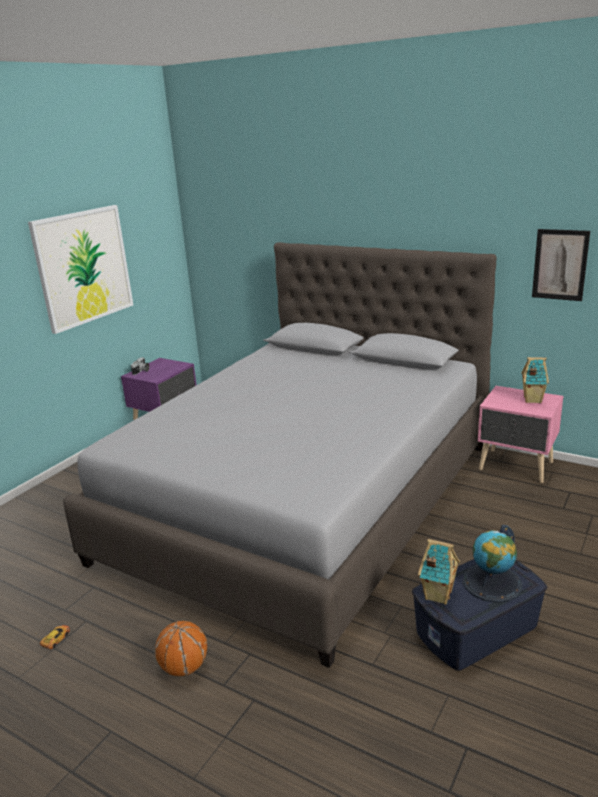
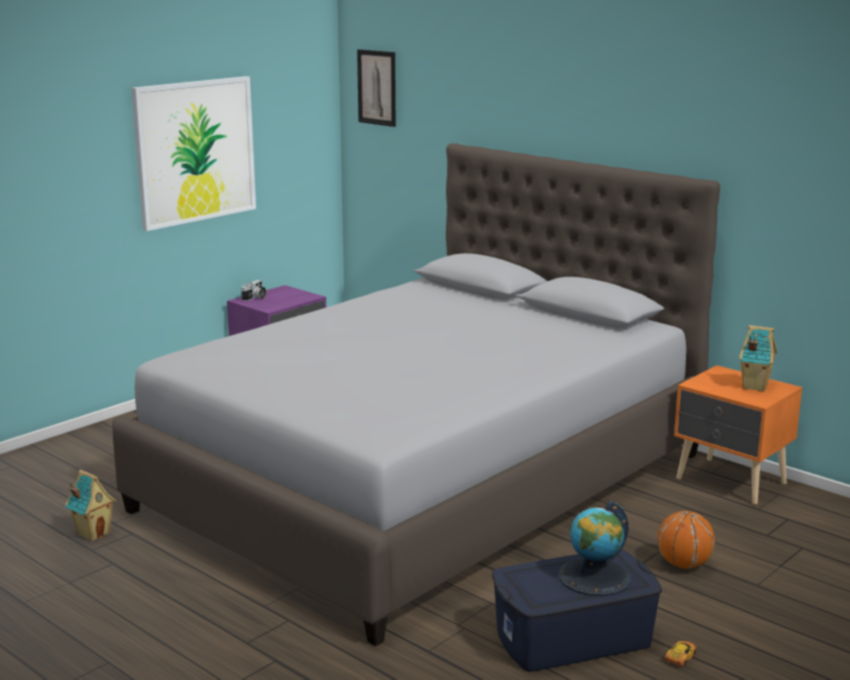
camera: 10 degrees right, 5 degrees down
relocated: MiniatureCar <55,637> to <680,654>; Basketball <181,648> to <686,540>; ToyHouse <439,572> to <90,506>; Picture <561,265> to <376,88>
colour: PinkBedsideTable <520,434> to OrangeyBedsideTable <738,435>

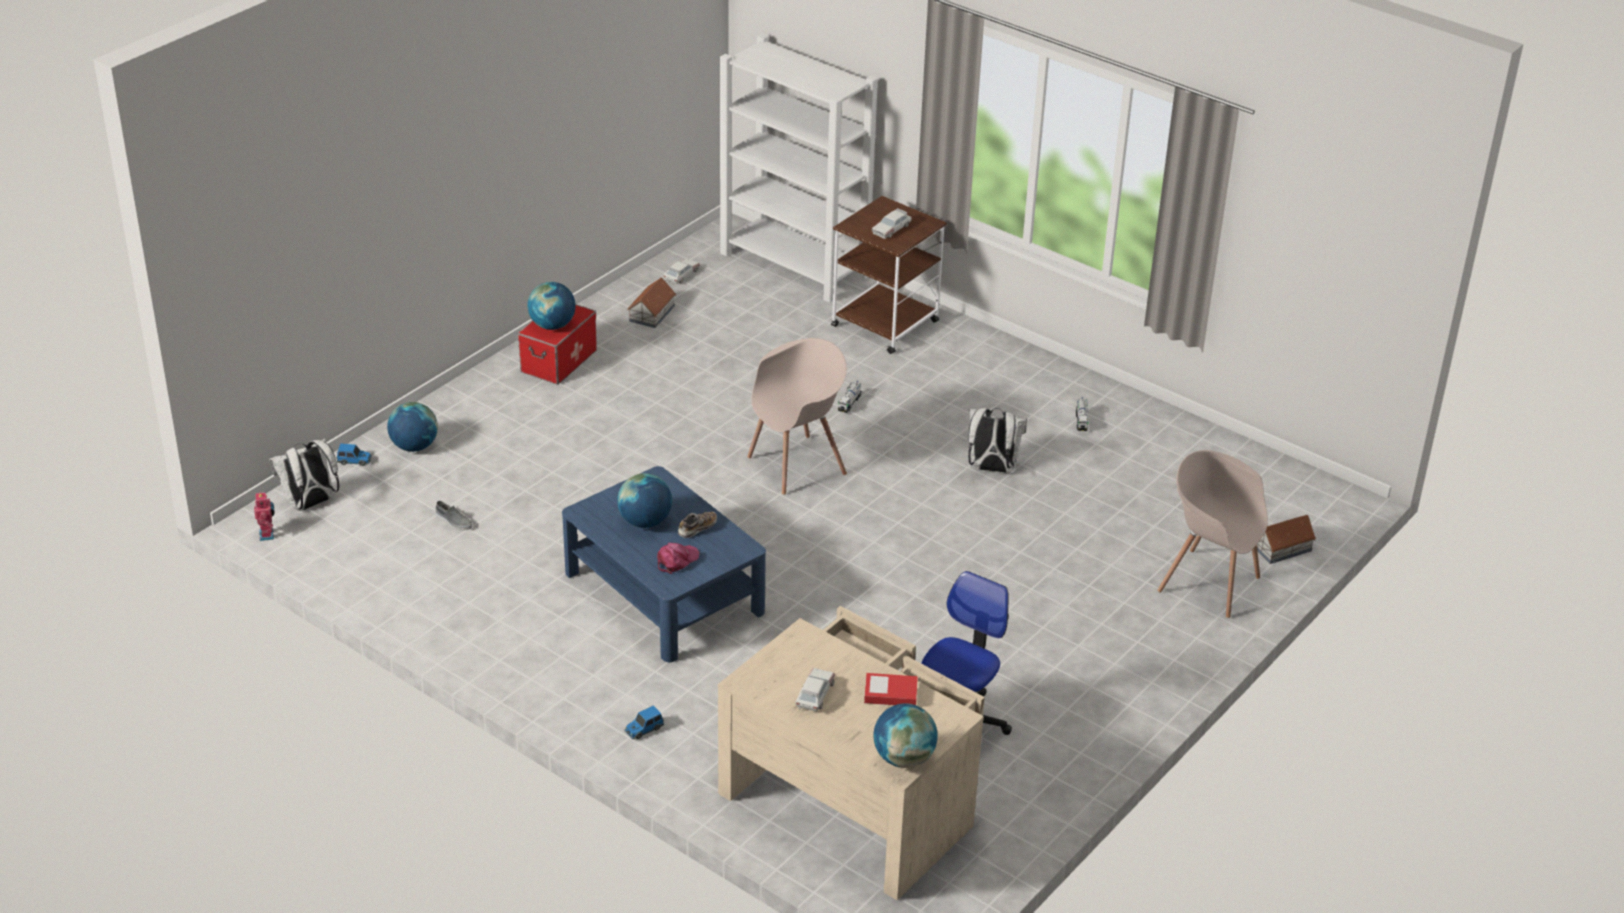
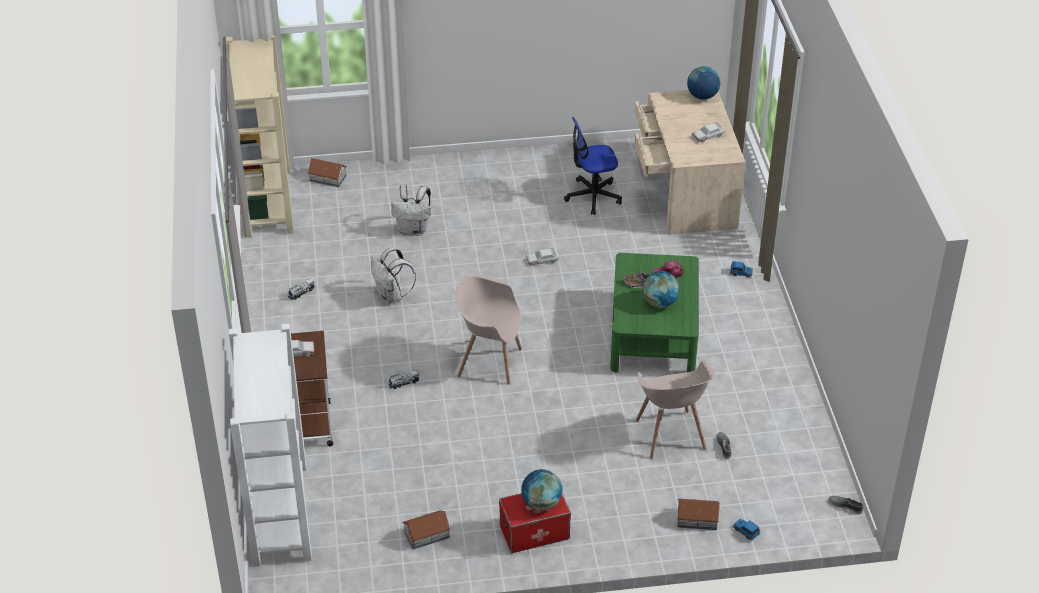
camera: 135 degrees left, 5 degrees up
missing: Volume <891,689>
appeared: BeigeColouredBookcase <260,136>
relocated: WhitishKnapsack <304,475> to <411,210>; MiniatureCar <681,271> to <542,257>; BeigeColouredPlainChair <1212,534> to <675,410>
exchanged: ModelRobot <264,516> to GreyishShoe <846,505>; WorldGlobe <412,427> to ToyHouse <699,514>
colour: BluishLoungeTable <664,564> to GreenishLoungeTable <654,313>

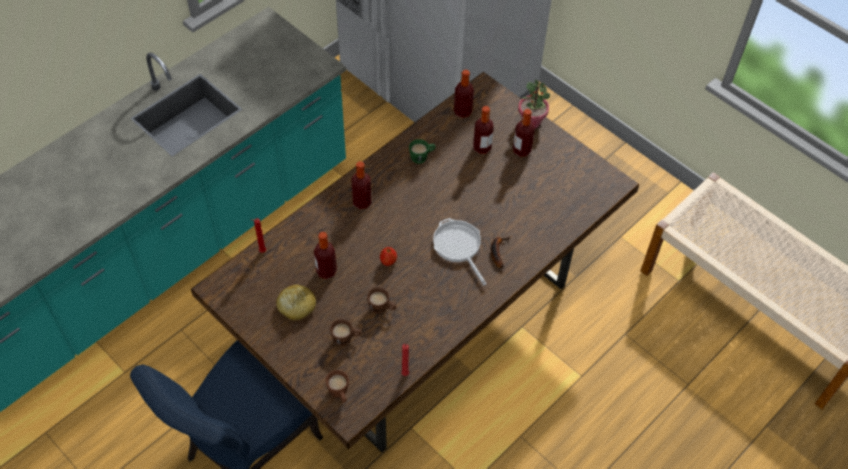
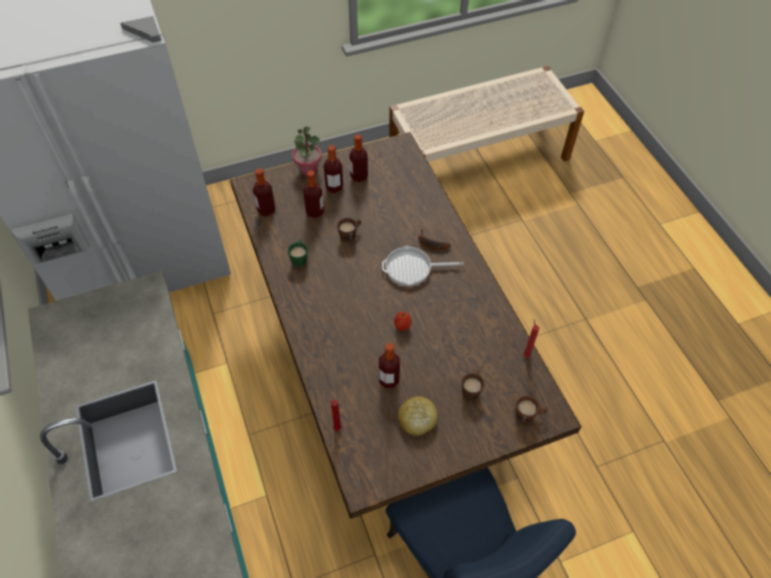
camera: 65 degrees left, 0 degrees up
relocated: DrinkBottle <361,185> to <358,158>; BrownishTeaMug <382,300> to <349,230>

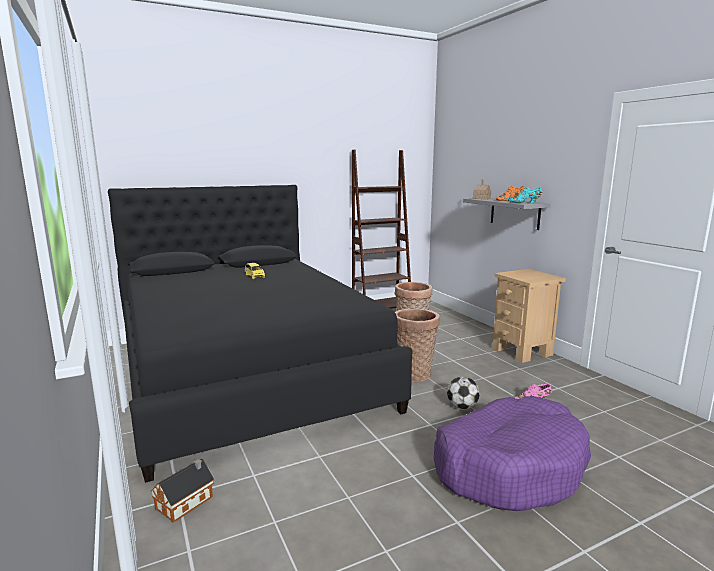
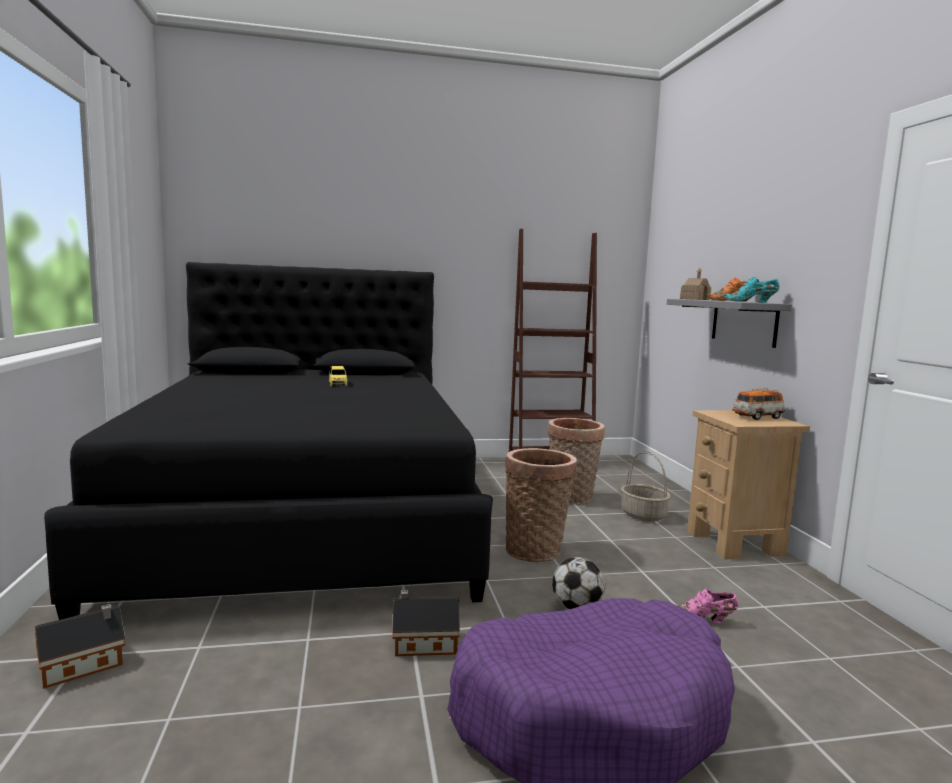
camera: 15 degrees right, 5 degrees down
appeared: ToyHouse <426,623>; Basket <646,486>; MiniatureCar <758,404>

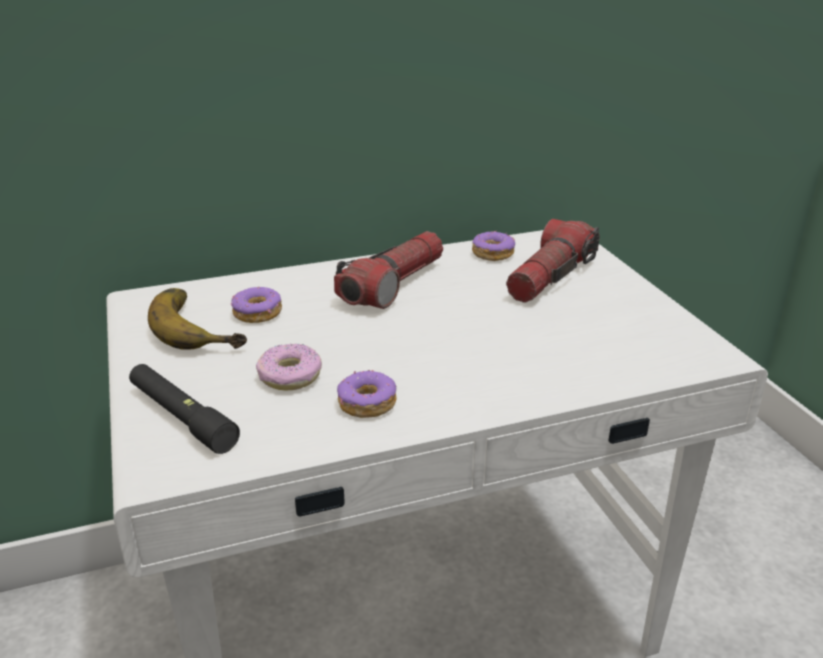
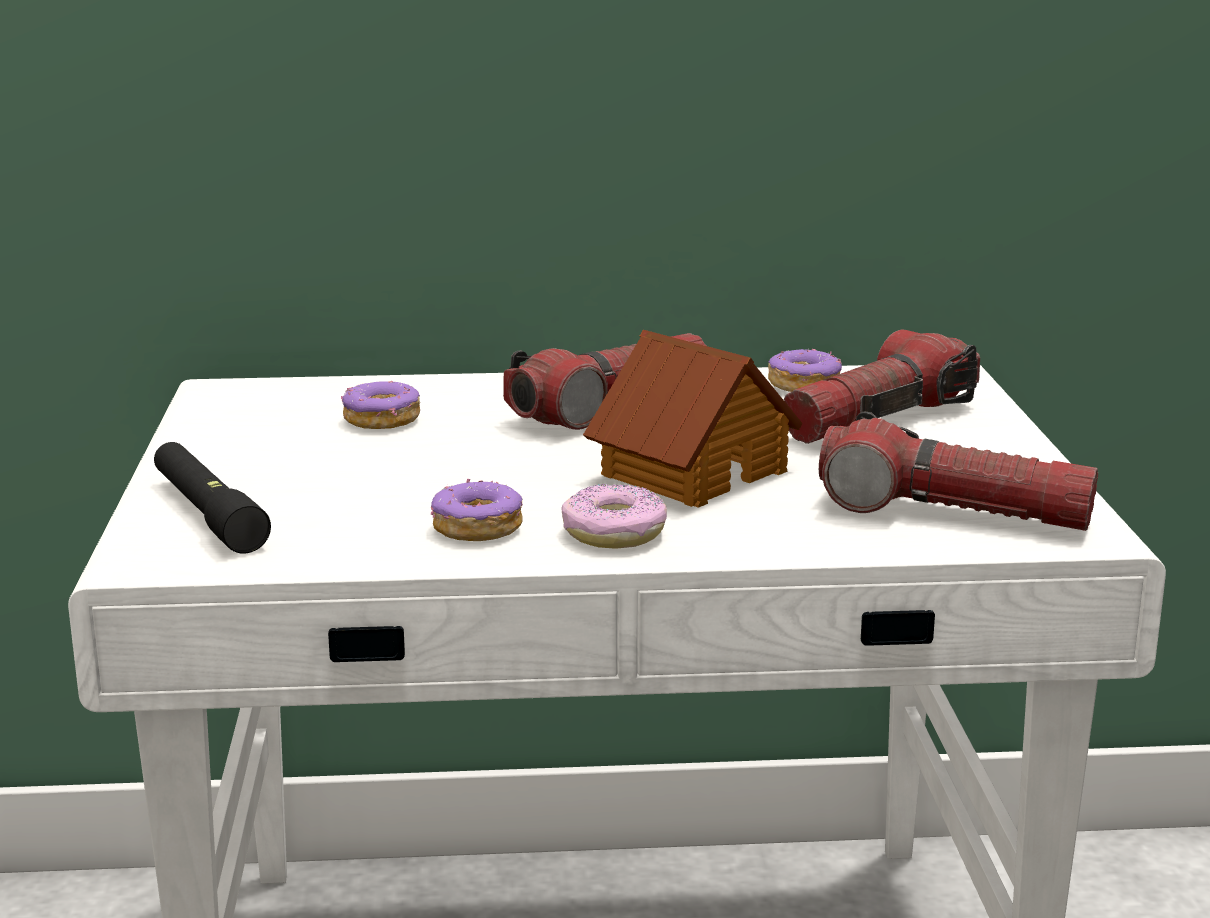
camera: 15 degrees right, 10 degrees down
missing: Banana <197,319>
appeared: ToyHouse <693,419>; HandTorch <958,471>
relocated: Donut <289,367> to <614,516>

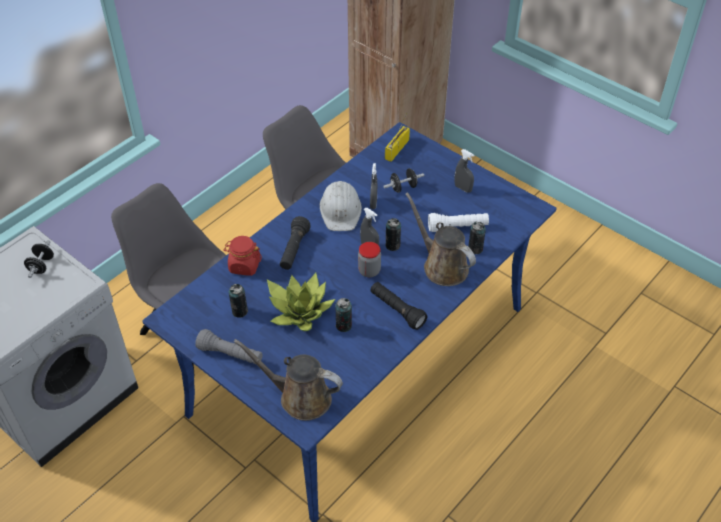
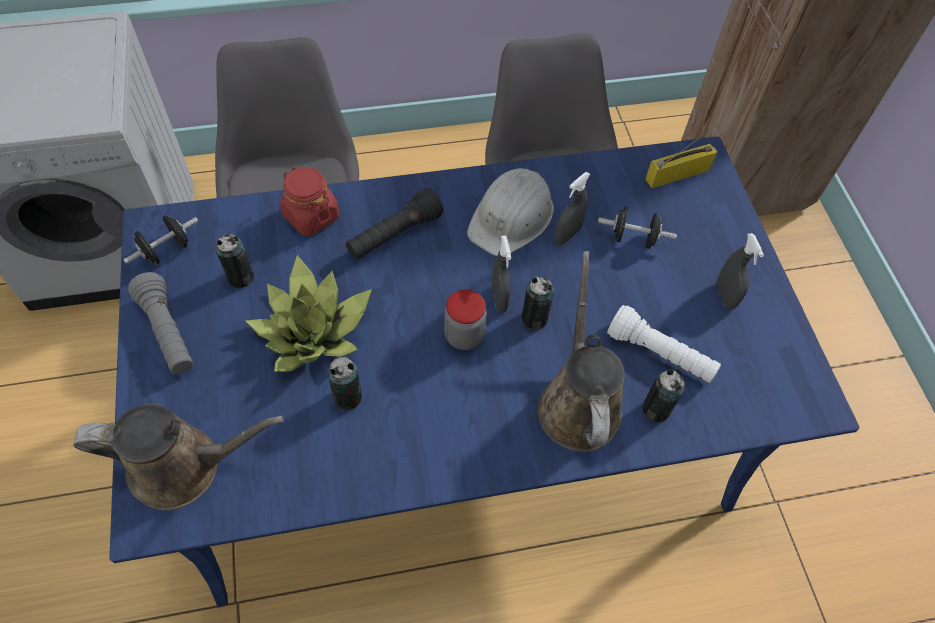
camera: 35 degrees right, 10 degrees up
missing: BlackColouredHandTorch <398,306>
relocated: BlackColouredDumbbell <39,259> to <161,240>
spun: BrownishWateringPot <288,380> = <178,457> 120 degrees clockwise

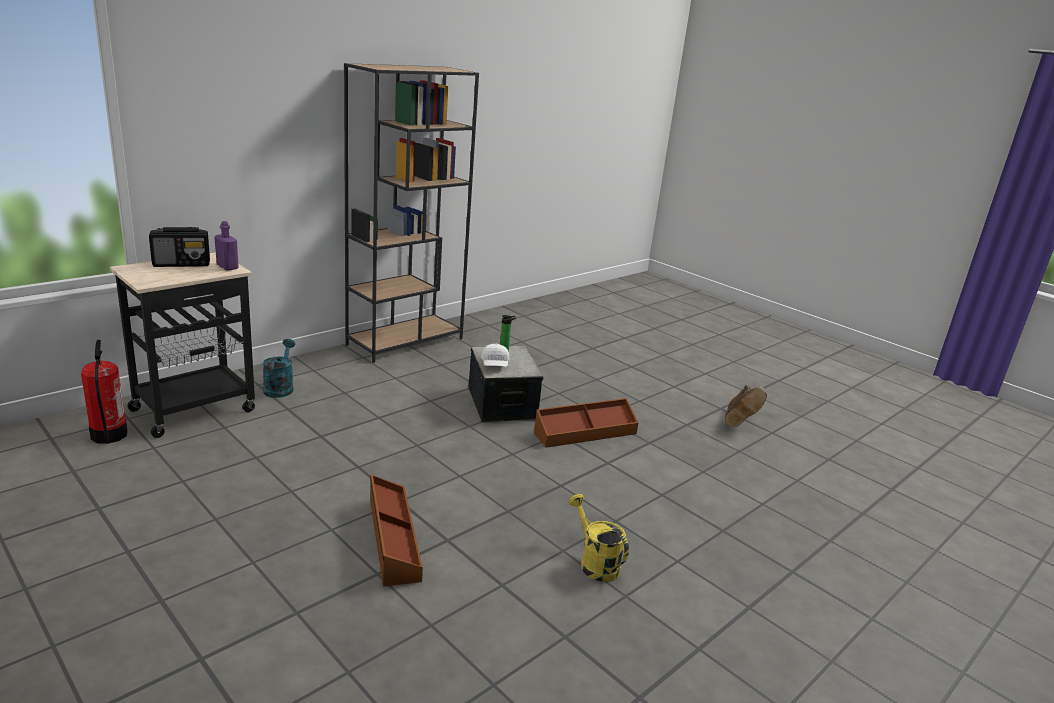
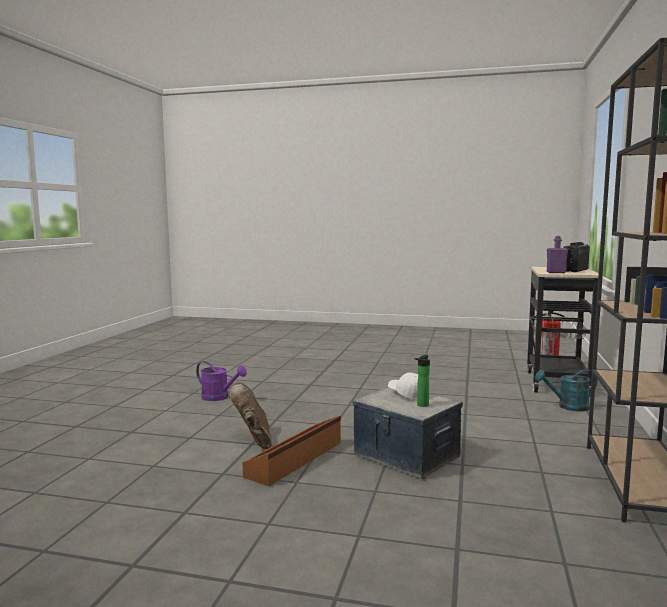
camera: 150 degrees right, 15 degrees down
missing: BrownishStorageBox <396,530>
relocated: BrownishBoot <746,406> to <250,415>
colour: YellowishWateringPot <599,538> to PurpleWateringPot <221,381>
spun: TurquoiseWateringPot <279,368> = <566,390> 120 degrees clockwise

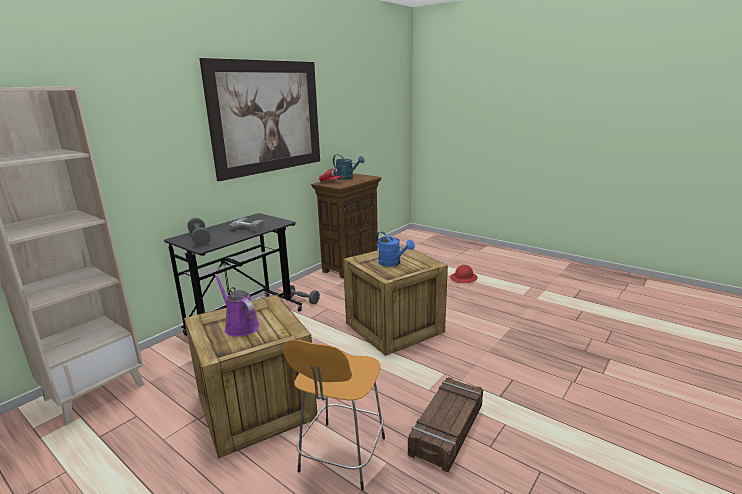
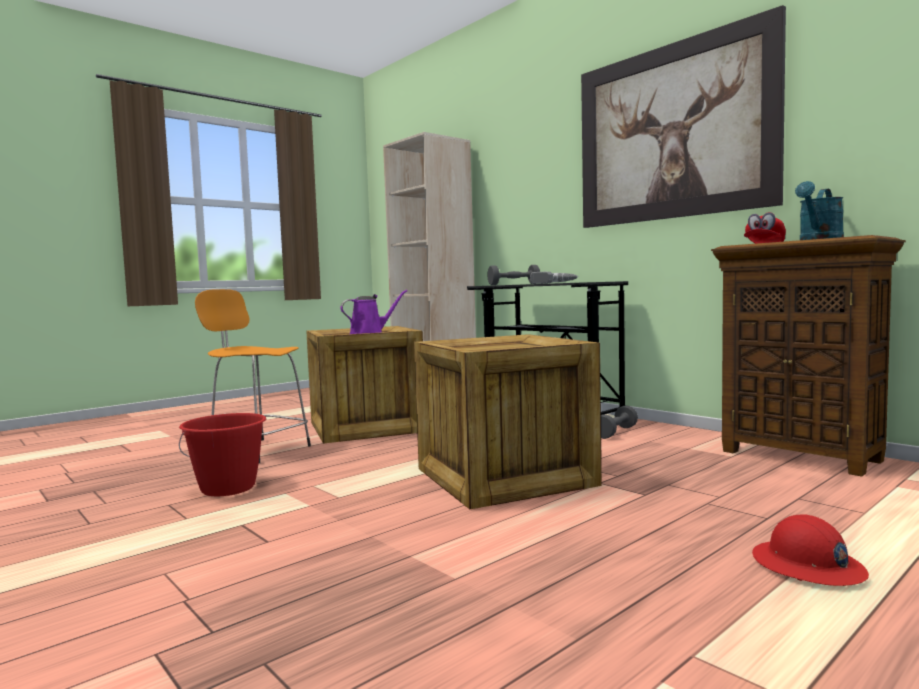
camera: 100 degrees right, 15 degrees down
missing: BluishWateringPot <395,249>
exchanged: Crate <445,424> to RedColouredBucket <222,454>

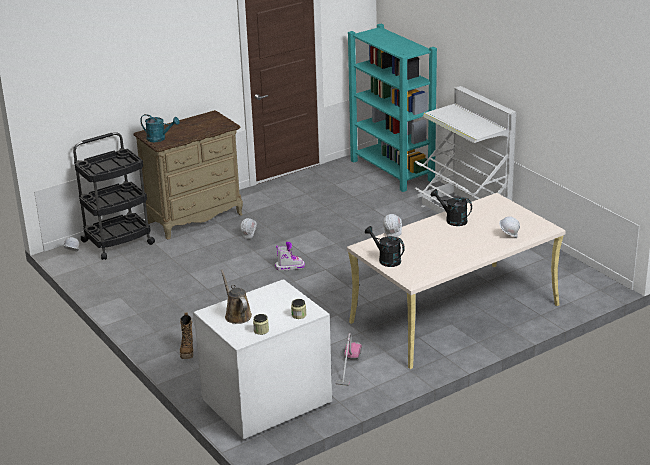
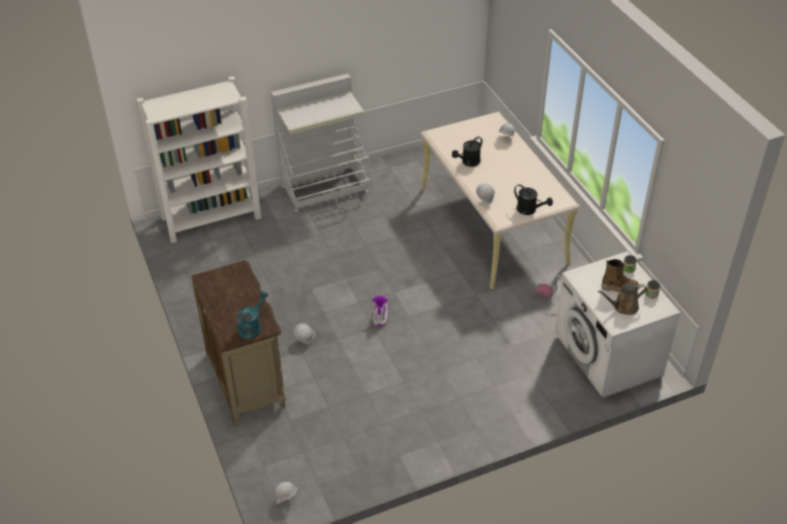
camera: 80 degrees left, 15 degrees up
missing: BlackColouredWheeledCart <114,196>
relocated: Boot <186,336> to <619,275>
colour: TurquoiseBookcase <392,108> to WhitishBookcase <198,159>
spun: BlackColouredWateringPot <385,246> = <533,199> 105 degrees counterclockwise

